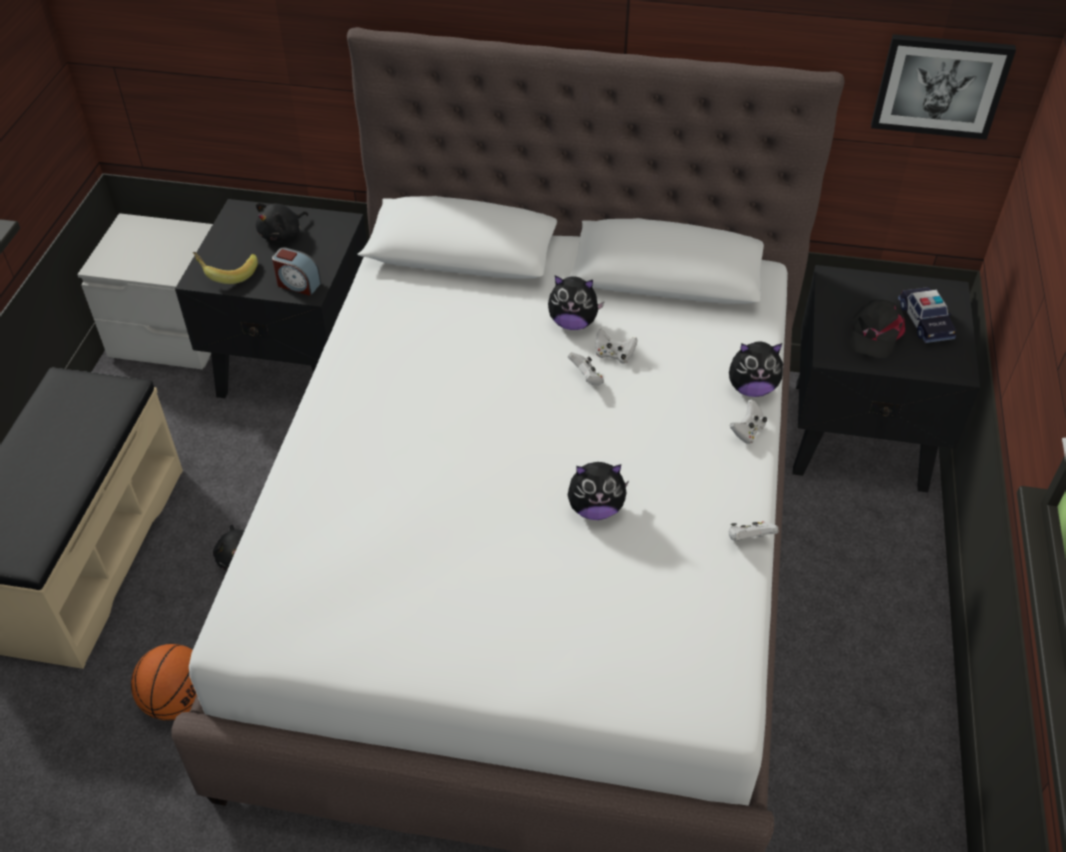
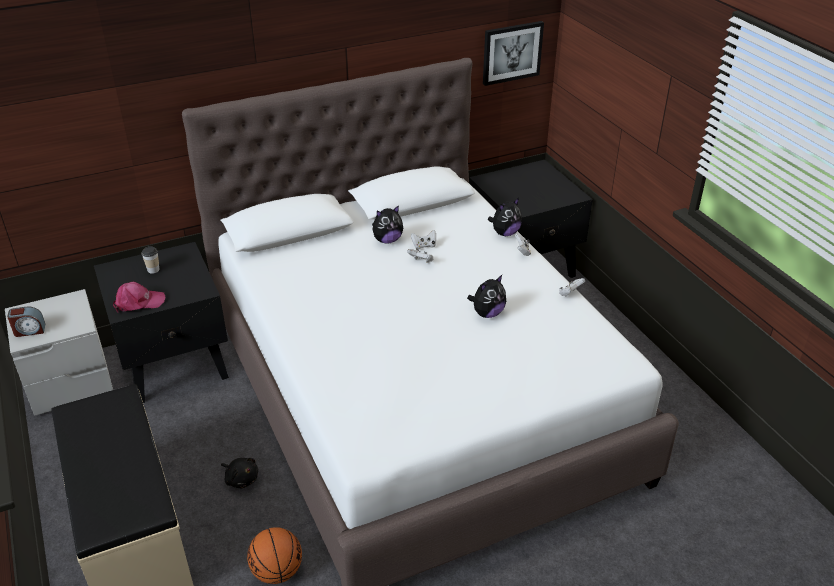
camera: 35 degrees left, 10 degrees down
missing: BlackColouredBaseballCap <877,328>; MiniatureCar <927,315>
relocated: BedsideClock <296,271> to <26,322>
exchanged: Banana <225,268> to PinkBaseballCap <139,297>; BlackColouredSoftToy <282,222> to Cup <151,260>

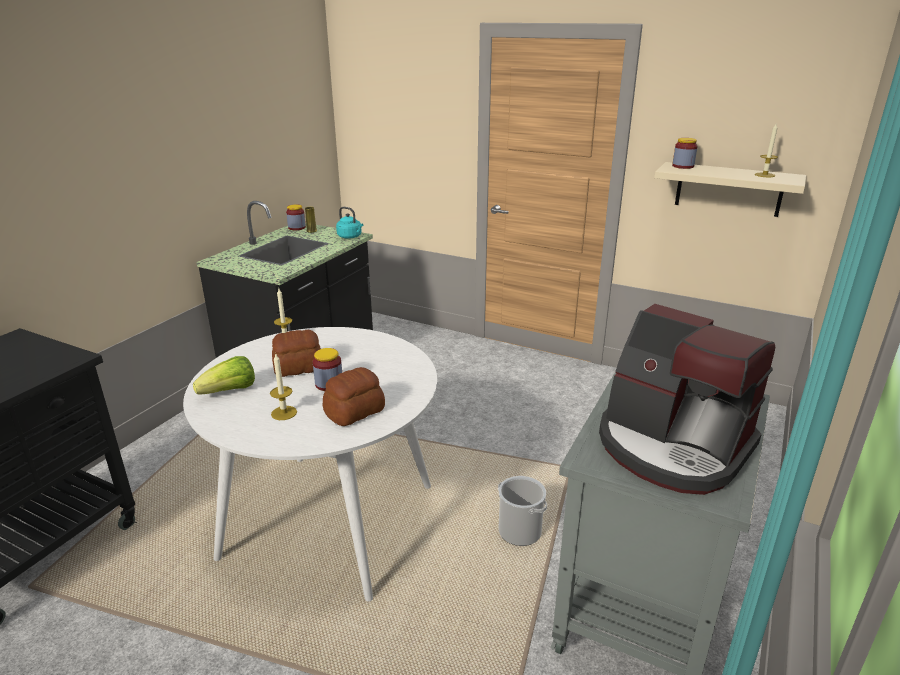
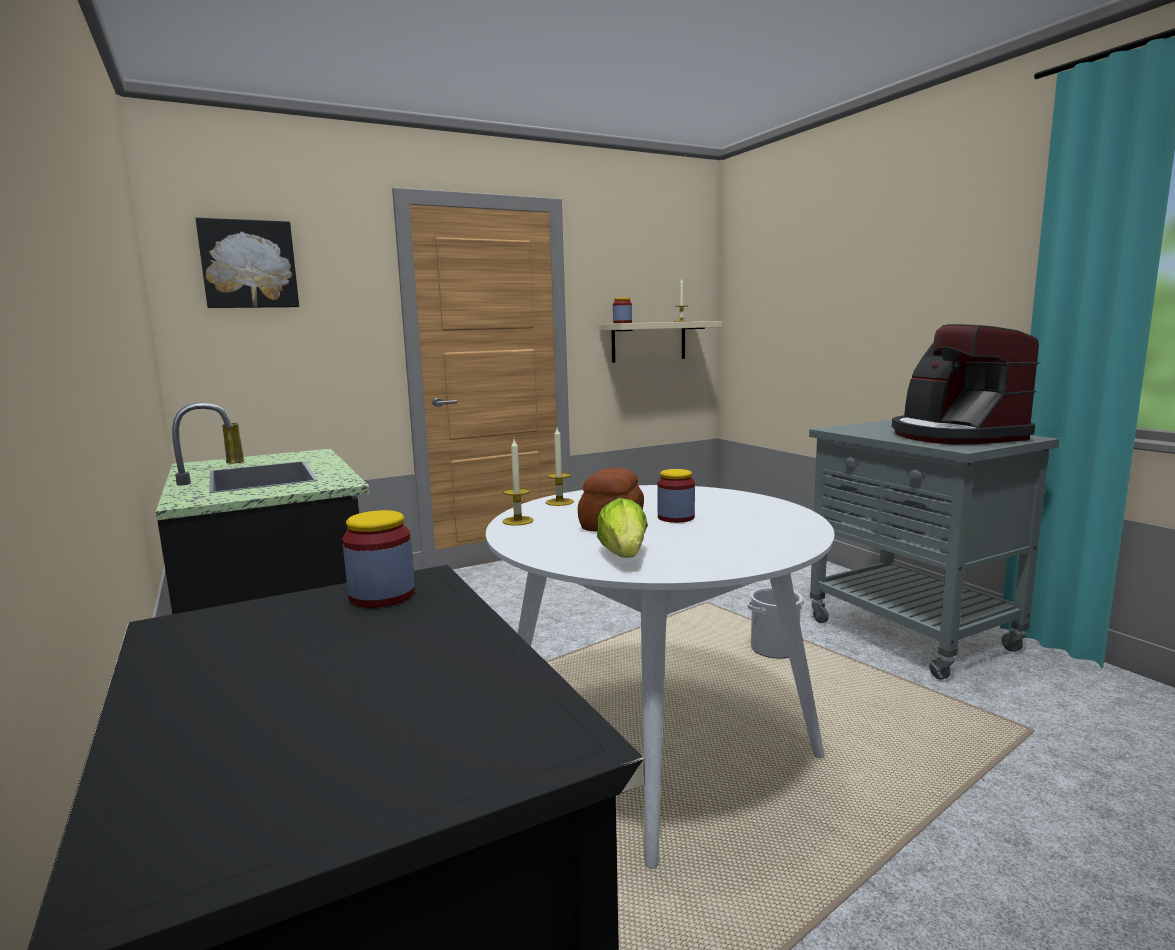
camera: 55 degrees left, 15 degrees down
missing: BakedBread <354,396>; TurquoiseWaterKettle <349,223>
appeared: Picture <247,263>
relocated: WaxCandle <283,387> to <559,467>; Jar <296,217> to <378,559>
spun: CoffeeBrewer <687,399> = <965,384> 90 degrees clockwise

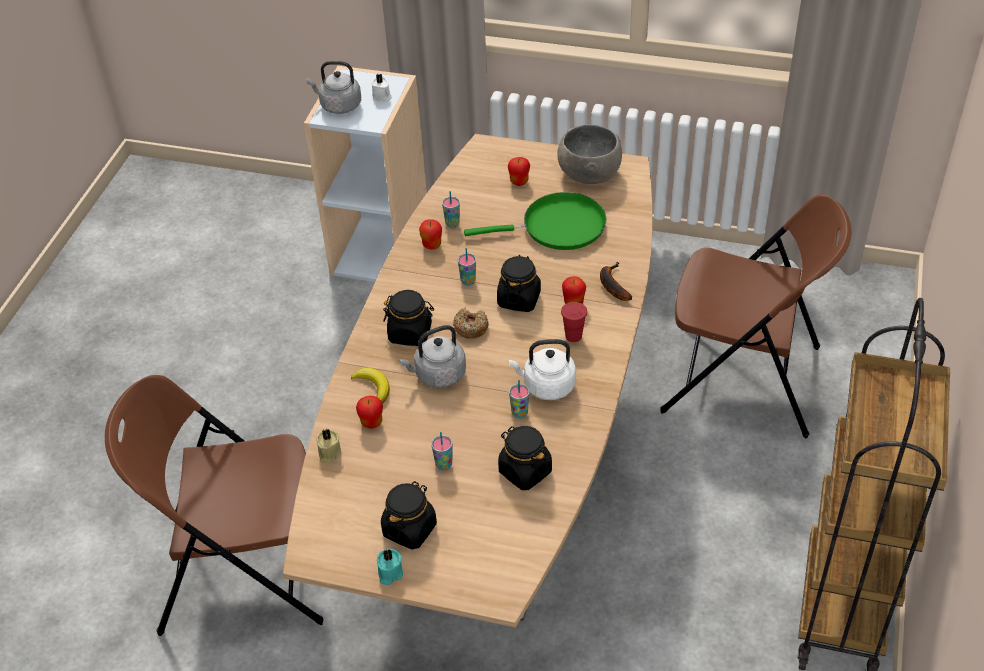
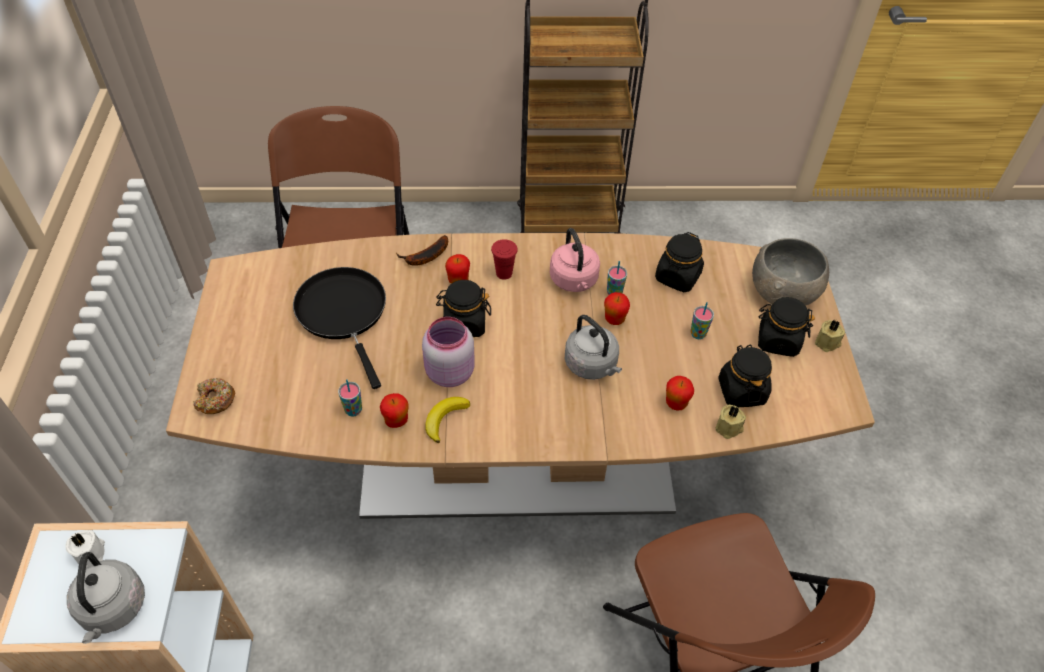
camera: 110 degrees left, 5 degrees up
relocated: Banana <370,385> to <447,420>; BlackColouredJar <408,318> to <745,375>; Donut <471,323> to <214,396>; WholeApple <519,171> to <617,308>; GreyishBowl <589,154> to <790,272>
exchanged: Cup <467,266> to PinkJar <448,352>
colour: TurquoiseWaxCandle <390,566> to BeigeColouredWaxCandle <830,336>; GreenishFryingPan <535,221> to BlackColouredFryingPan <339,328>; WhitishWaterKettle <542,369> to PinkWaterKettle <575,260>

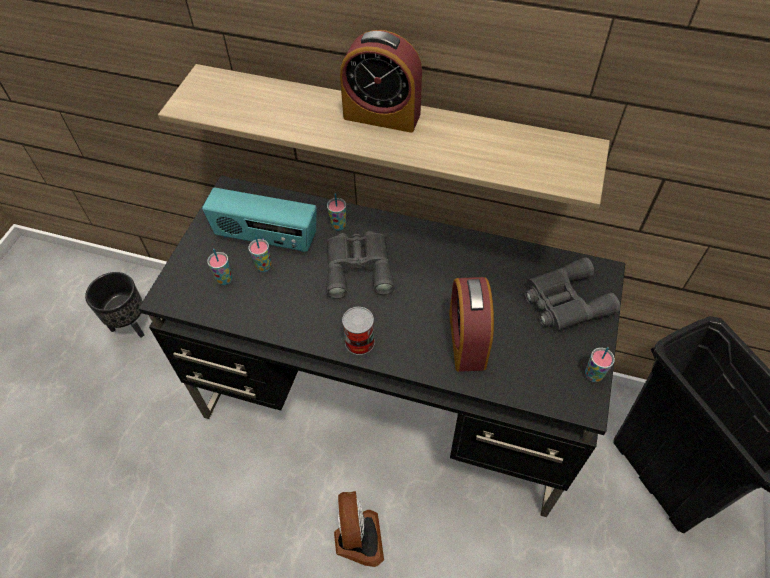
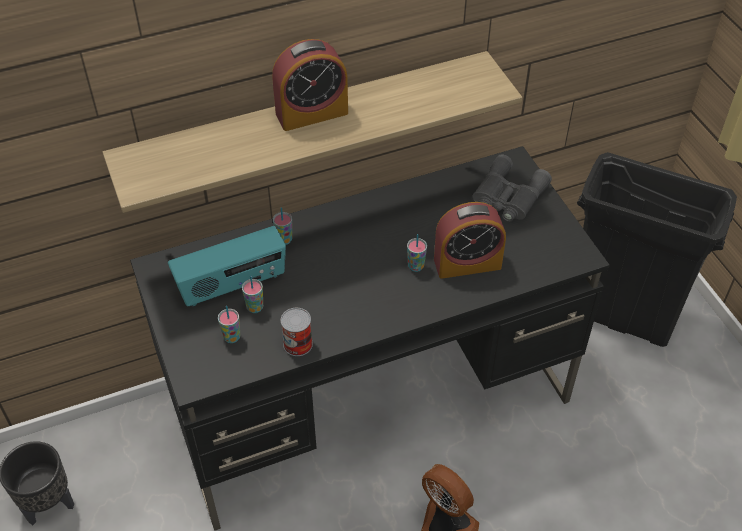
camera: 40 degrees left, 5 degrees down
missing: GreyishBinoculars <360,265>
relocated: SealedCan <358,331> to <297,332>; Cup <600,364> to <417,253>
spun: BedsideClock <471,324> = <470,240> 60 degrees counterclockwise

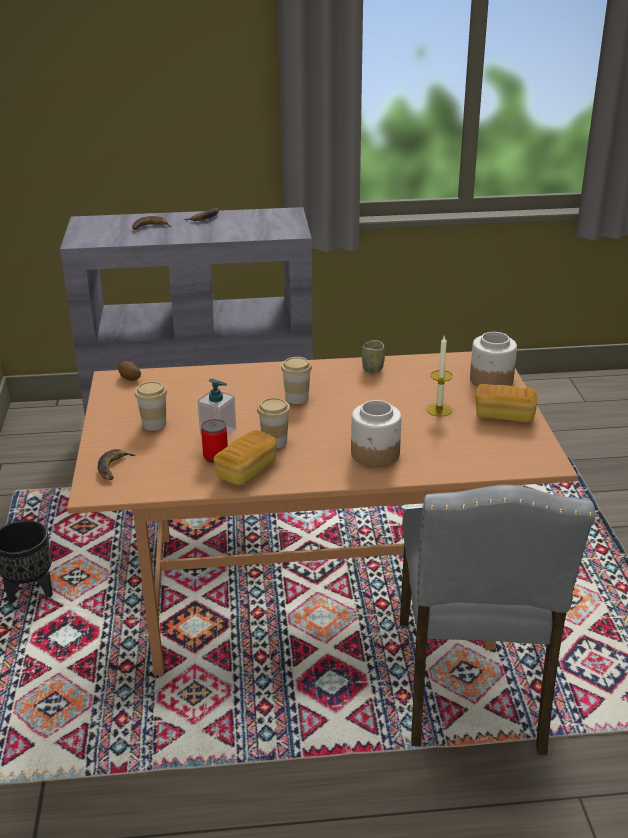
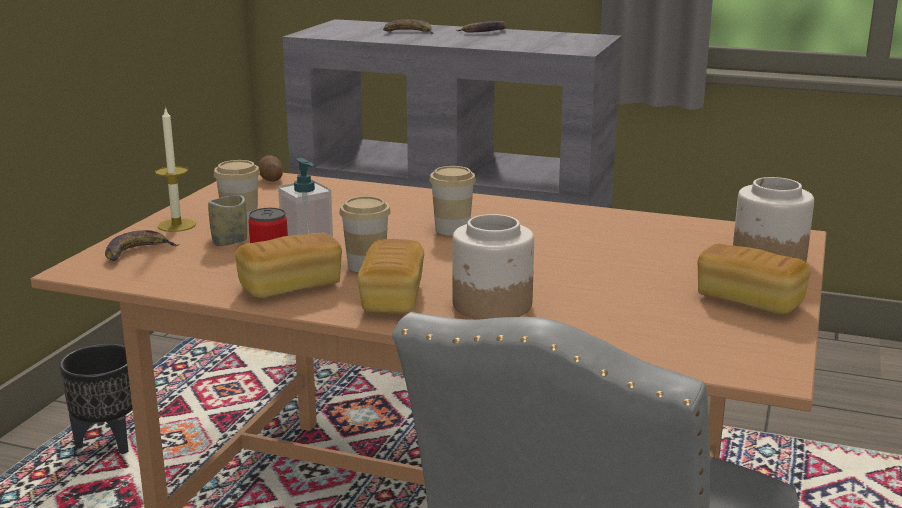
camera: 25 degrees right, 10 degrees down
appeared: BakedBread <390,276>
relocated: Cup <373,357> to <227,220>; WaxCandle <440,376> to <175,169>

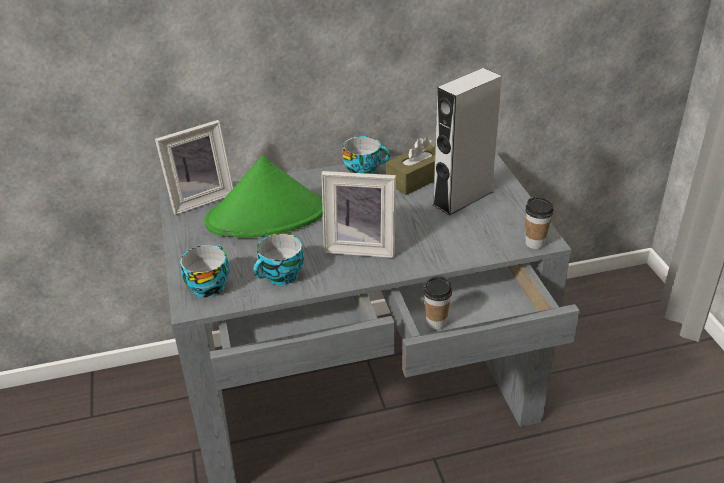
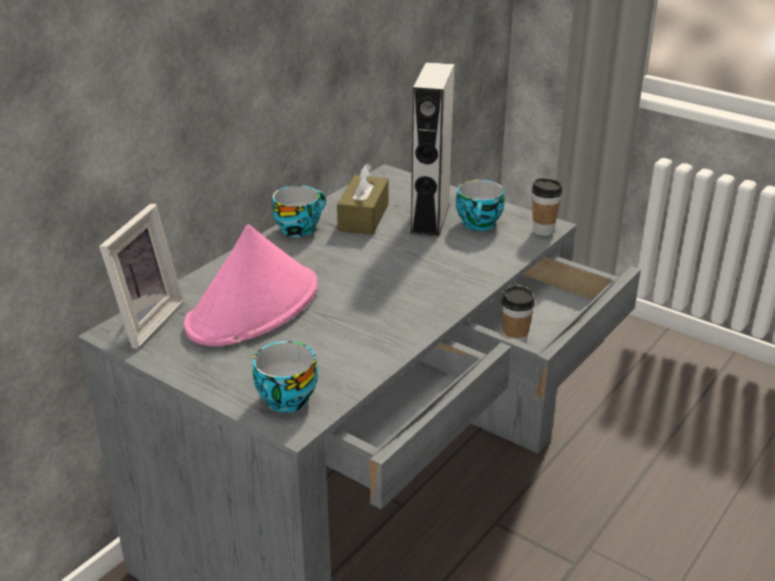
camera: 40 degrees left, 5 degrees down
missing: StandingFrame <358,214>
relocated: Cup <278,259> to <480,205>
colour: GreenishHat <263,196> to PinkHat <251,285>

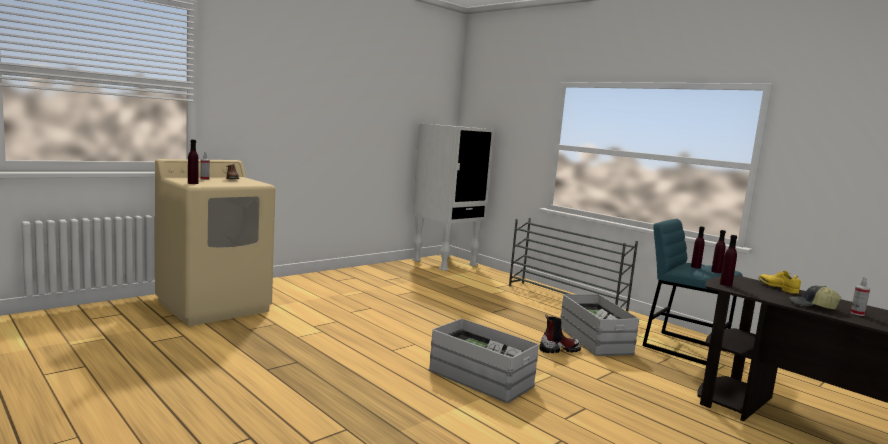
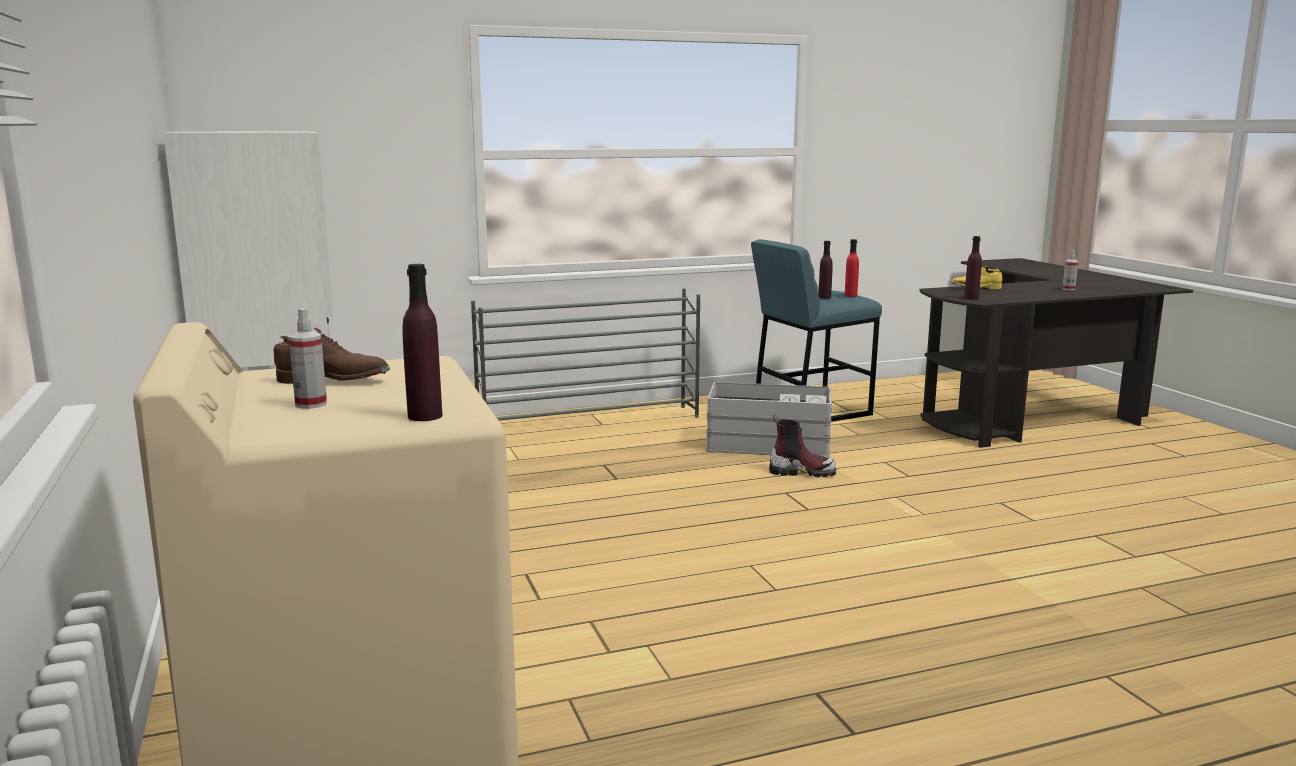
camera: 65 degrees left, 5 degrees up
missing: GreyishStorageBox <484,361>; BaseballCap <815,297>
colour: PurpleDrinkBottle <718,251> to RedColouredDrinkBottle <852,268>
spun: Boot <560,333> = <802,446> 90 degrees clockwise

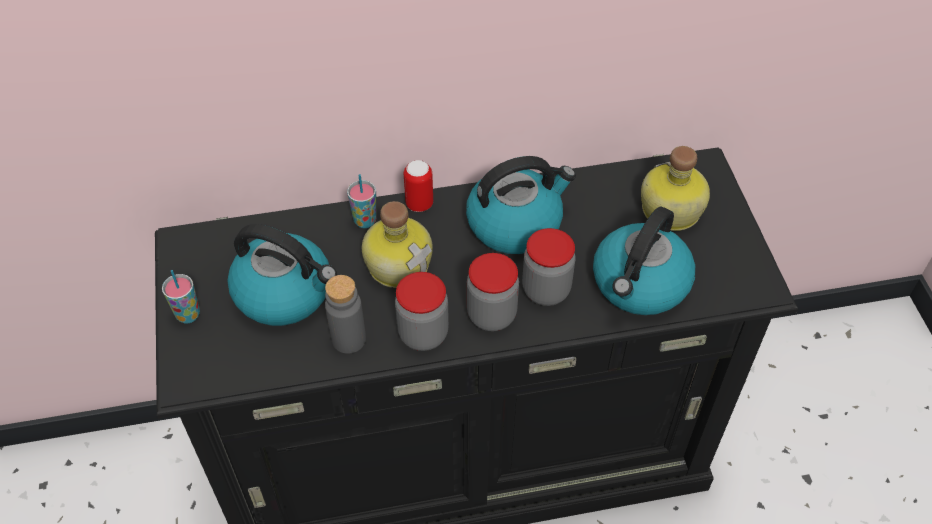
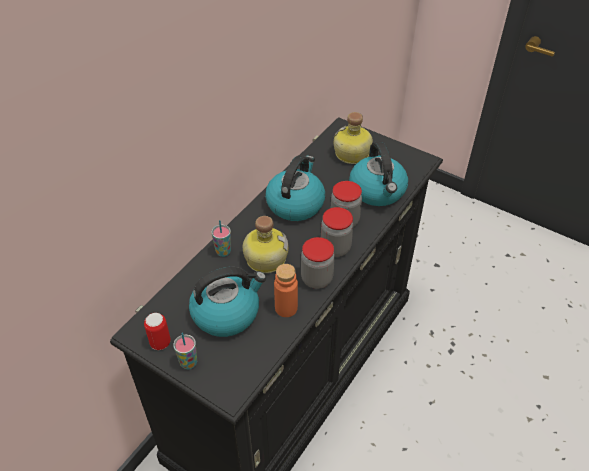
camera: 45 degrees left, 5 degrees down
relocated: SealedCan <418,186> to <157,331>
colour: GreyishDrinkBottle <345,314> to OrangeyDrinkBottle <286,290>

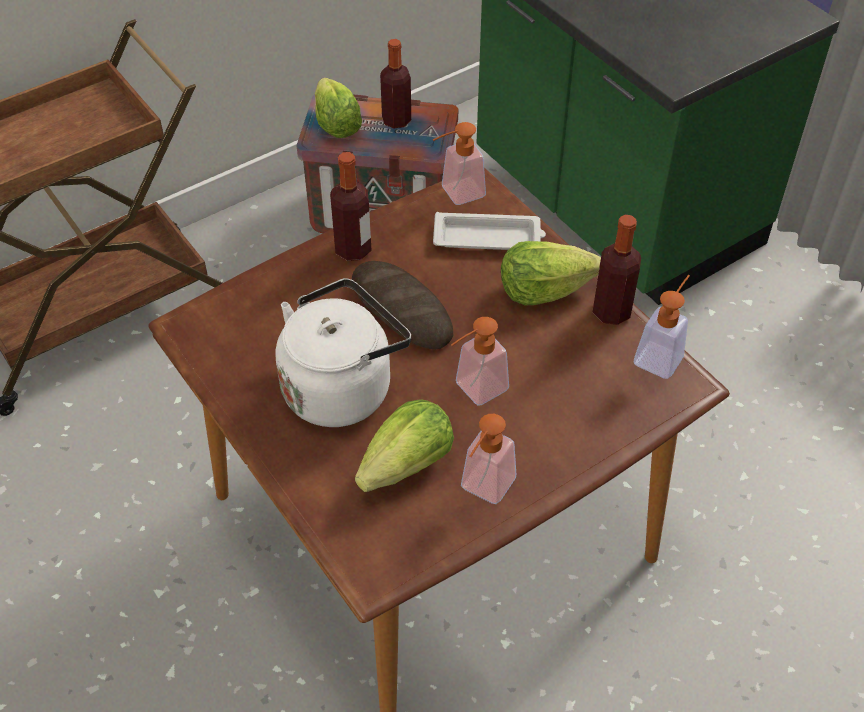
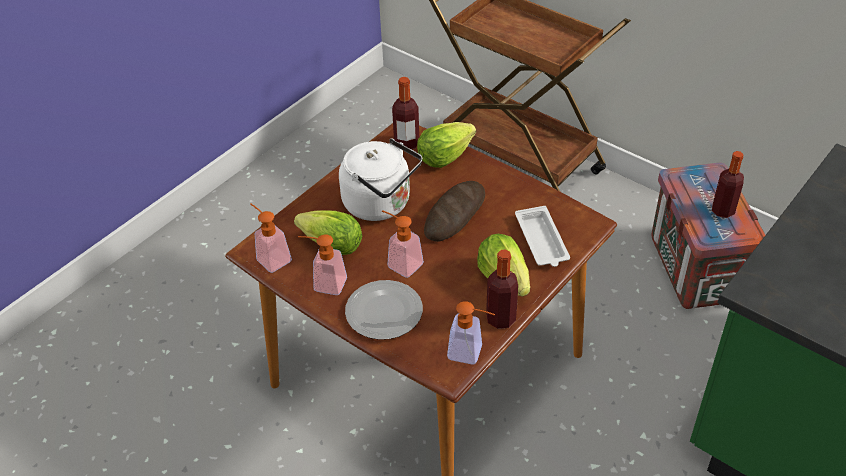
camera: 75 degrees right, 5 degrees down
appeared: Plate <384,310>
relocated: Lettuce <338,108> to <446,145>; DrinkBottle <351,206> to <405,113>; SoapBottle <459,163> to <271,238>

